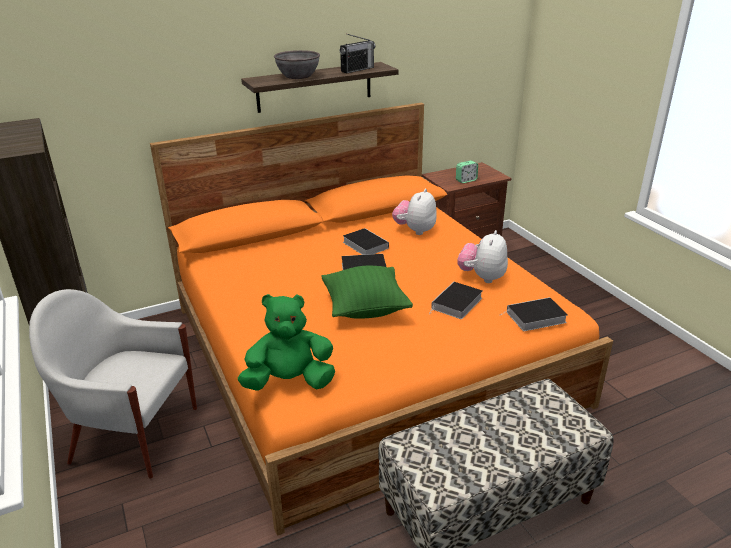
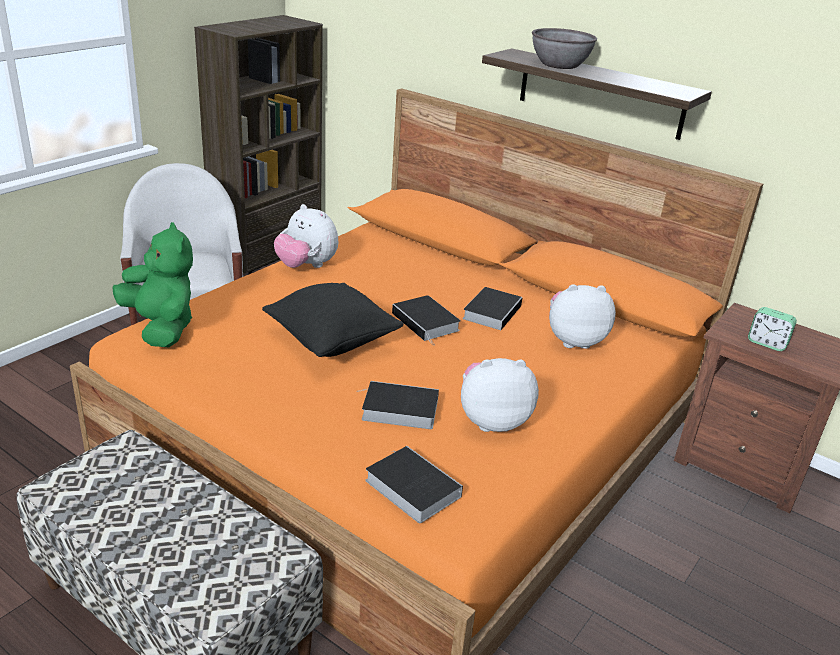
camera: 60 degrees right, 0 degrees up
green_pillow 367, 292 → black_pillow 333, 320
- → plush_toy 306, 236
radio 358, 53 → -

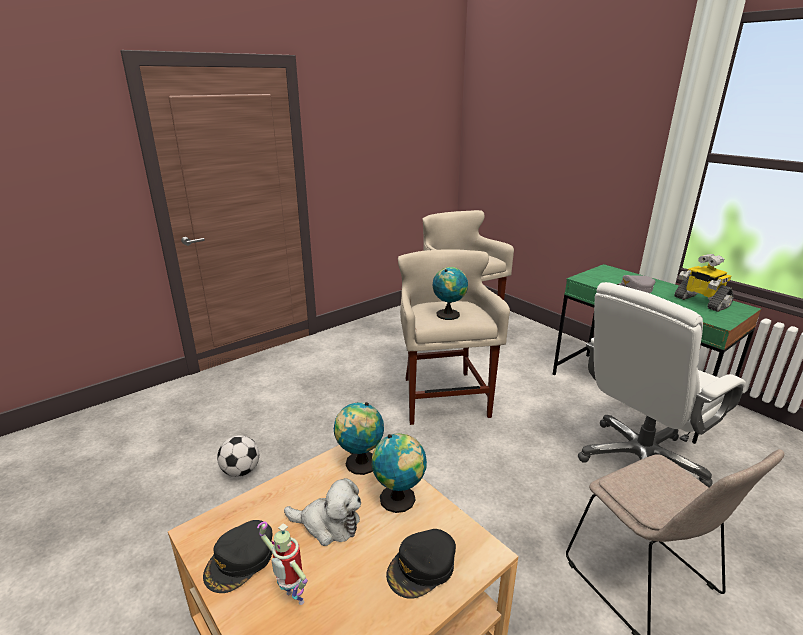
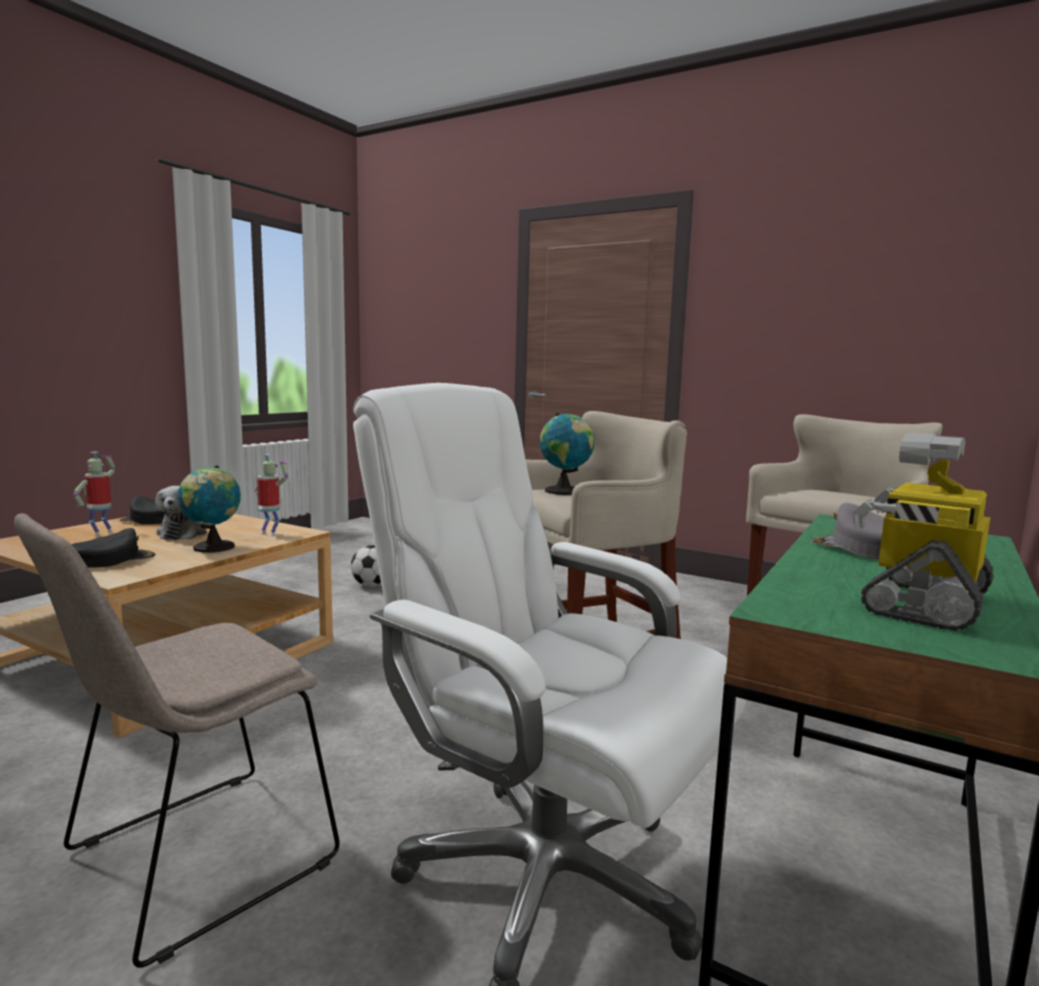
camera: 70 degrees right, 15 degrees down
black_cap 421, 564 → black_cap 113, 548, 105 degrees clockwise
globe 359, 438 → toy_robot 271, 495

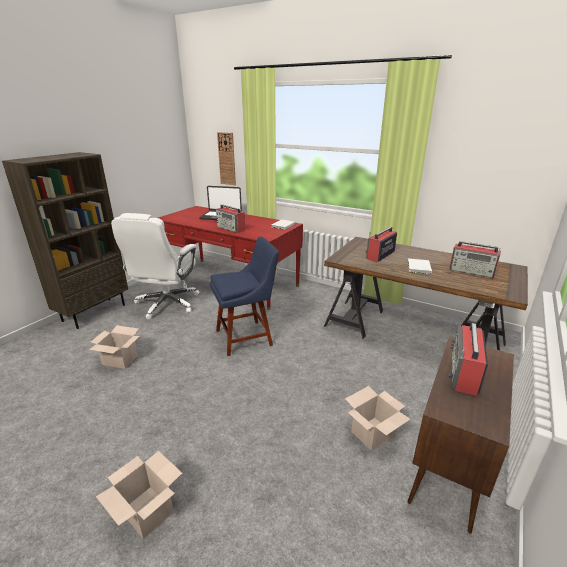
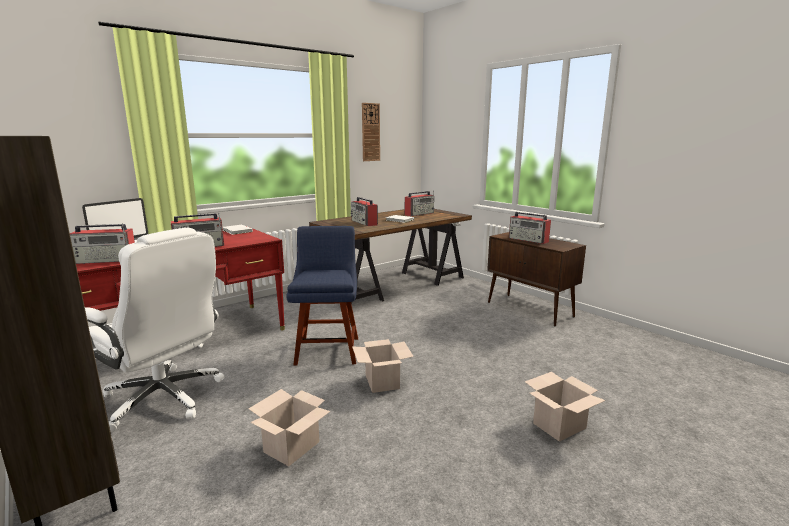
camera: 70 degrees left, 10 degrees down
- → radio 102, 243
cardboard_box 377, 418 → cardboard_box 383, 366, relocated
wall_clock 226, 158 → wall_clock 371, 132, relocated

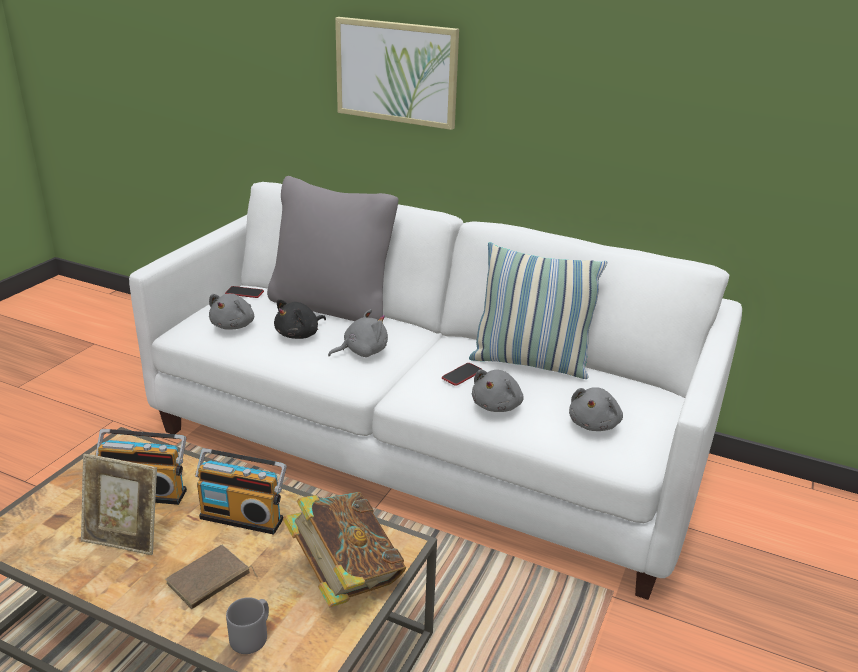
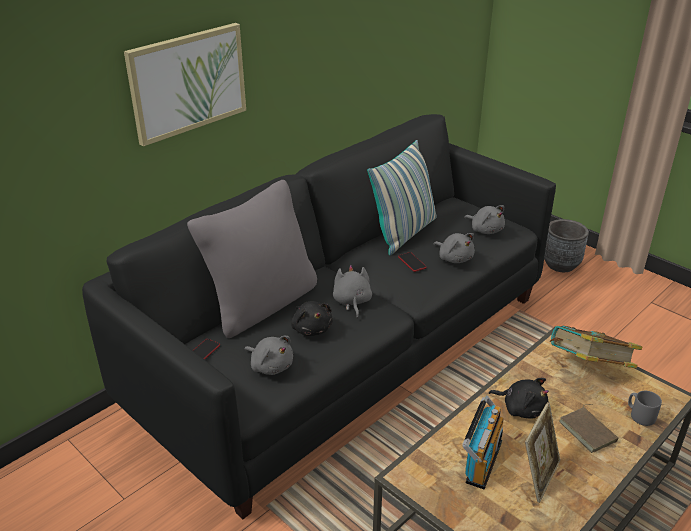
camera: 70 degrees left, 5 degrees up
white_sofa 435, 391 → black_sofa 319, 316
radio 241, 491 → black_plush_toy 519, 398
- → grey_planter 566, 245

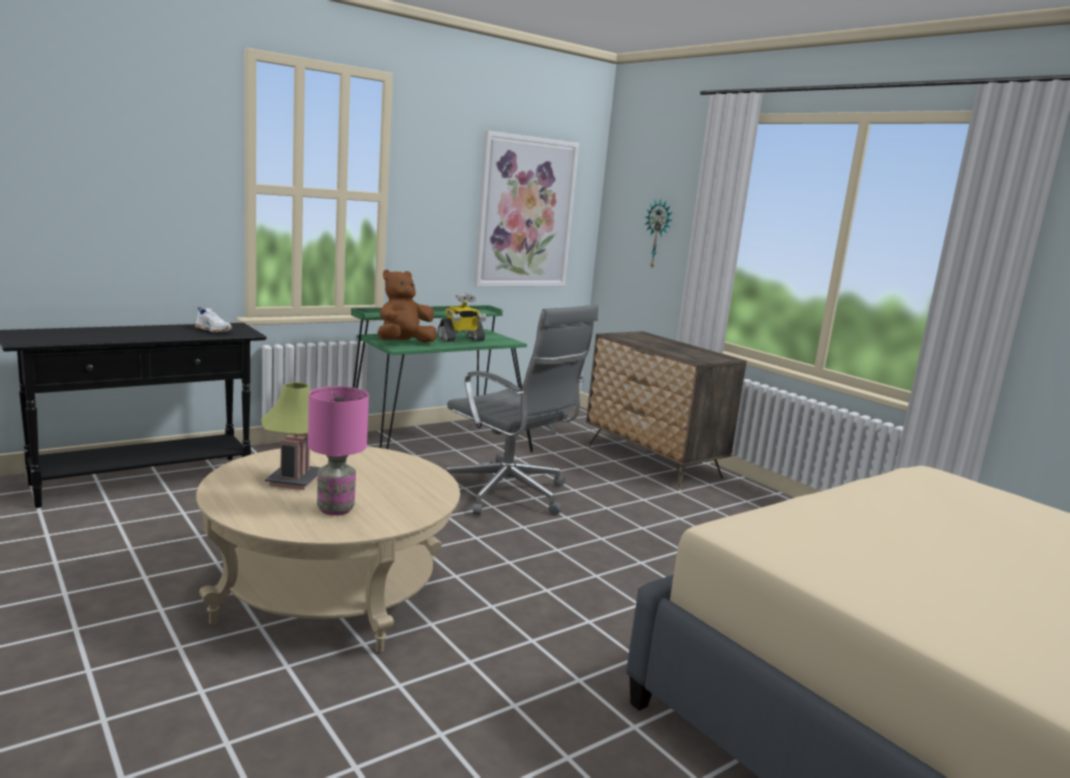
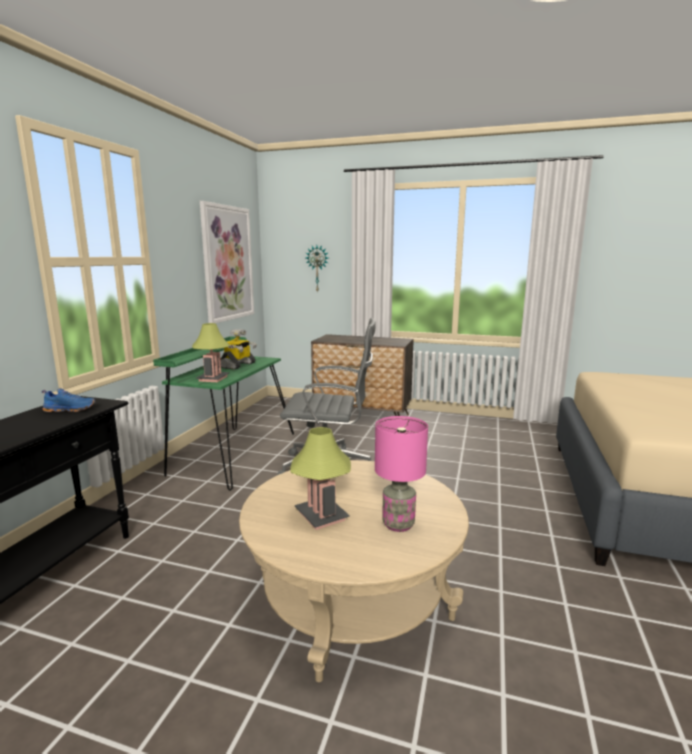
camera: 35 degrees left, 0 degrees up
white_shoe 213, 320 → blue_shoe 68, 400
brown_plush_toy 406, 306 → table_lamp 211, 352

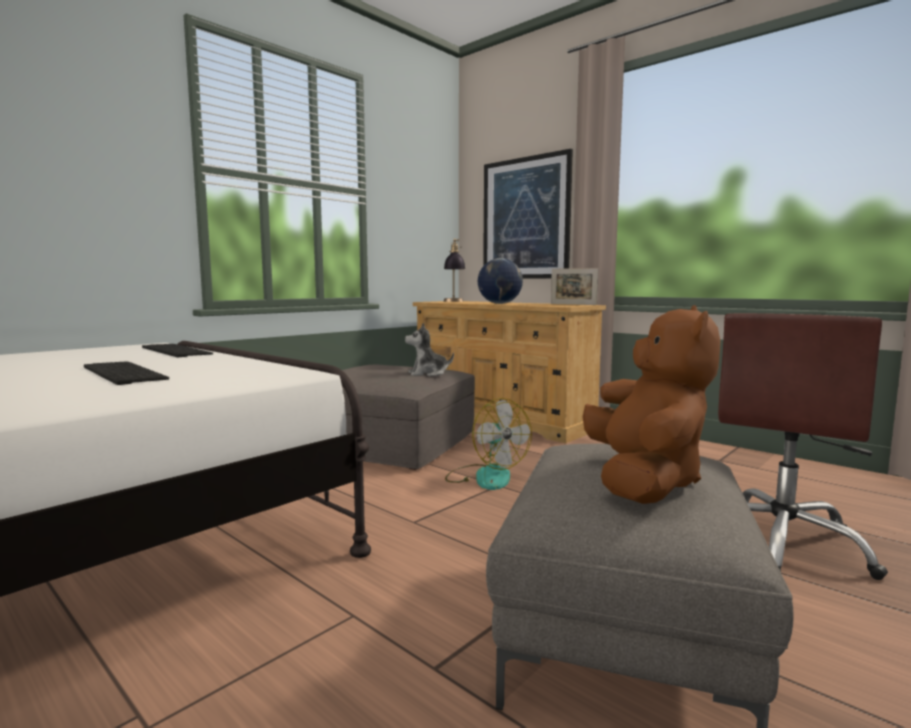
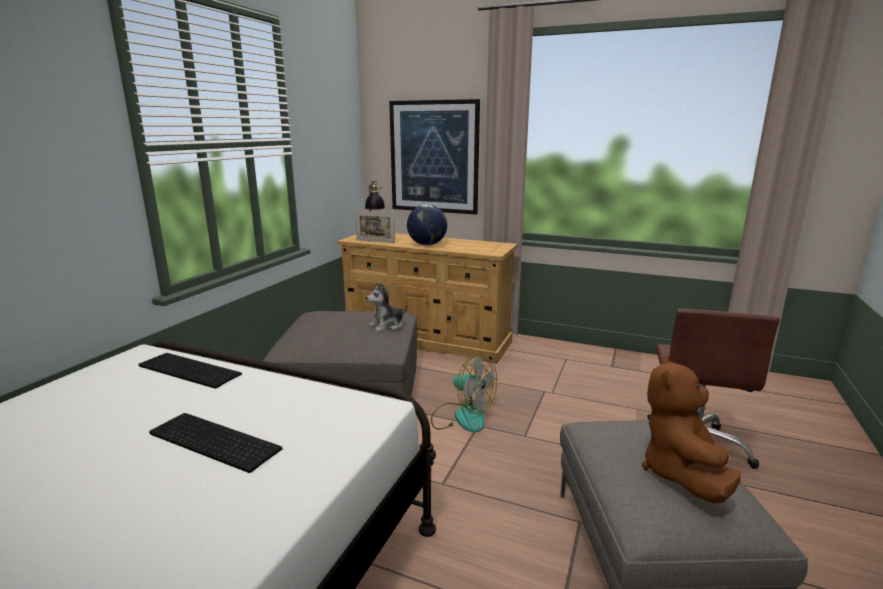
camera: 20 degrees left, 10 degrees up
picture_frame 574, 286 → picture_frame 375, 227, relocated
brown_plush_toy 651, 404 → brown_plush_toy 691, 429, 150 degrees counterclockwise

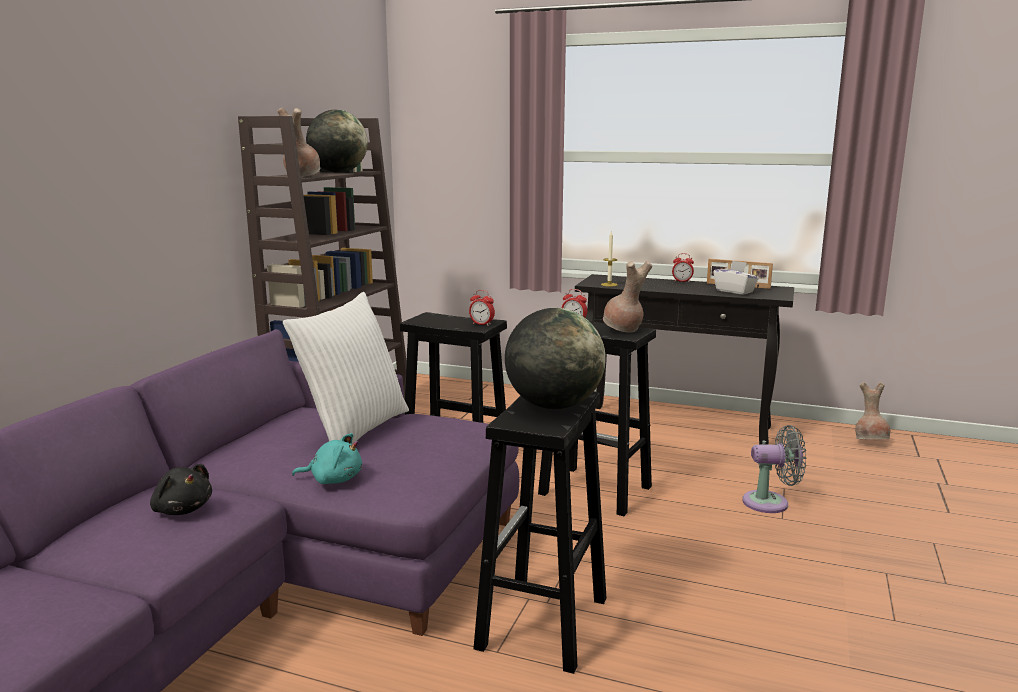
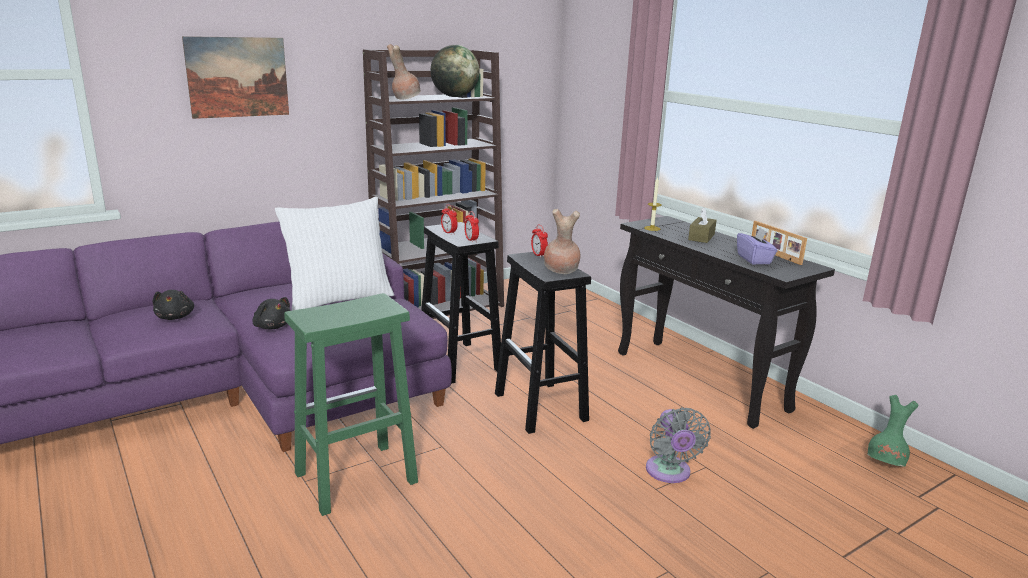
camera: 35 degrees right, 5 degrees up
- → picture 235, 77
turquoise_plush_toy 327, 458 → black_plush_toy 271, 313
black_stool 539, 532 → green_stool 351, 404
alarm_clock 683, 267 → alarm_clock 449, 219, relocated
grey_fan 774, 469 → grey_fan 678, 445, 45 degrees clockwise
- → brown_tissue_box 702, 225
white_tissue_box 736, 278 → purple_tissue_box 757, 245
brown_vase 872, 410 → green_vase 893, 431
globe 555, 358 → -

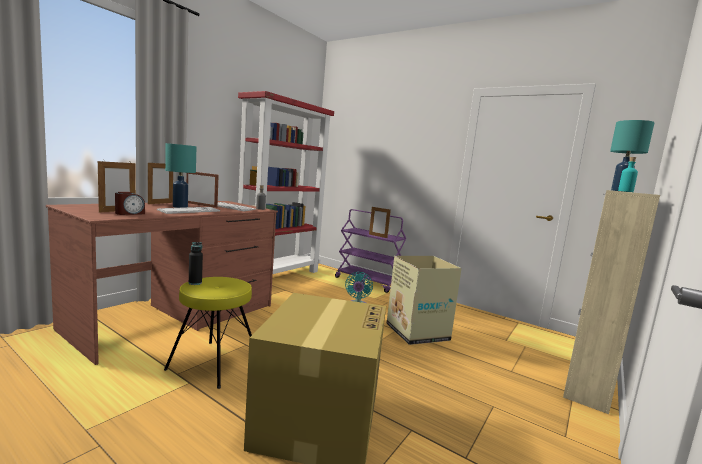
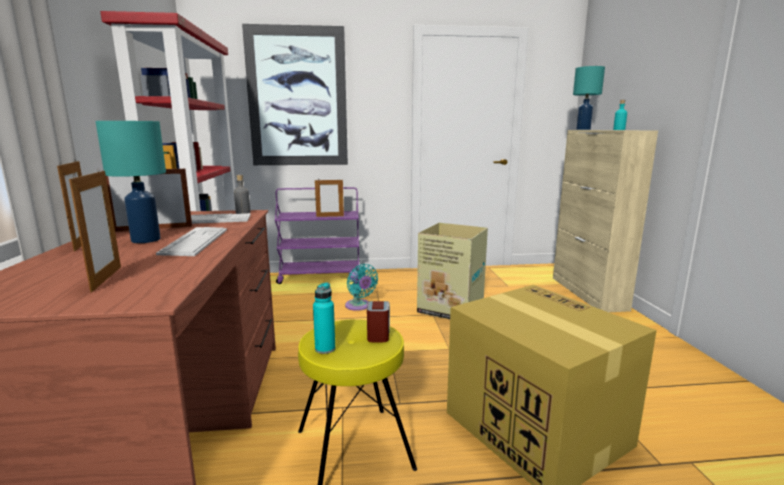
camera: 40 degrees left, 5 degrees up
- → picture 295, 94
black_bottle 196, 263 → turquoise_bottle 324, 318
alarm_clock 130, 203 → alarm_clock 378, 321, relocated

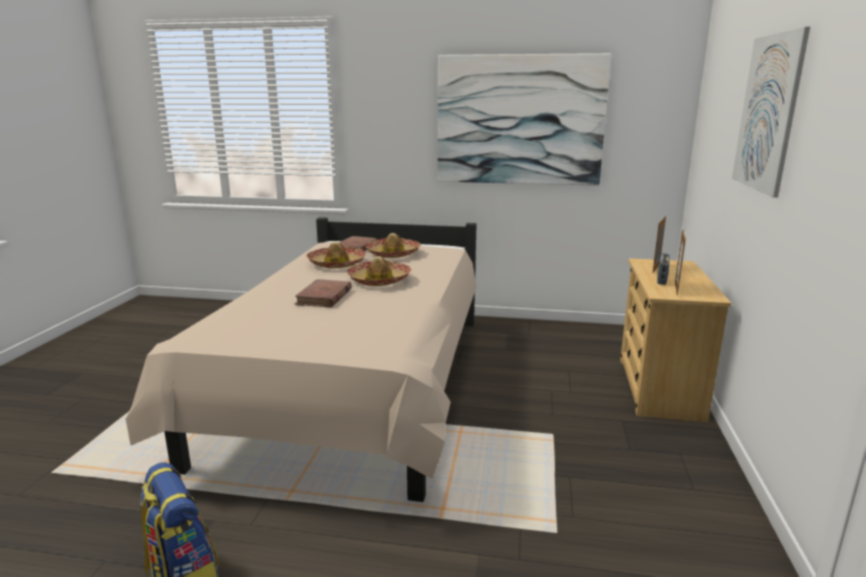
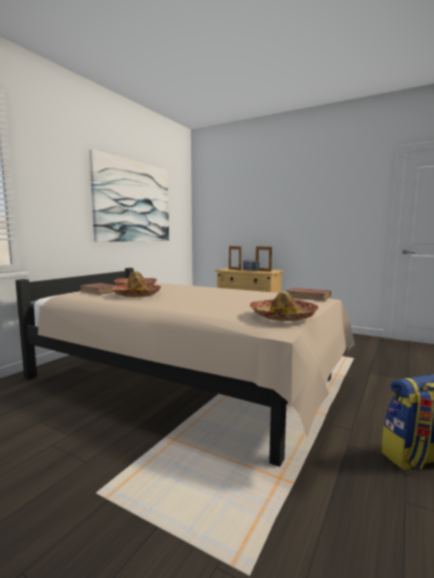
camera: 70 degrees left, 10 degrees down
hat 379, 271 → hat 284, 306, relocated
brown_book 323, 293 → brown_book 308, 294, relocated
picture 771, 112 → -

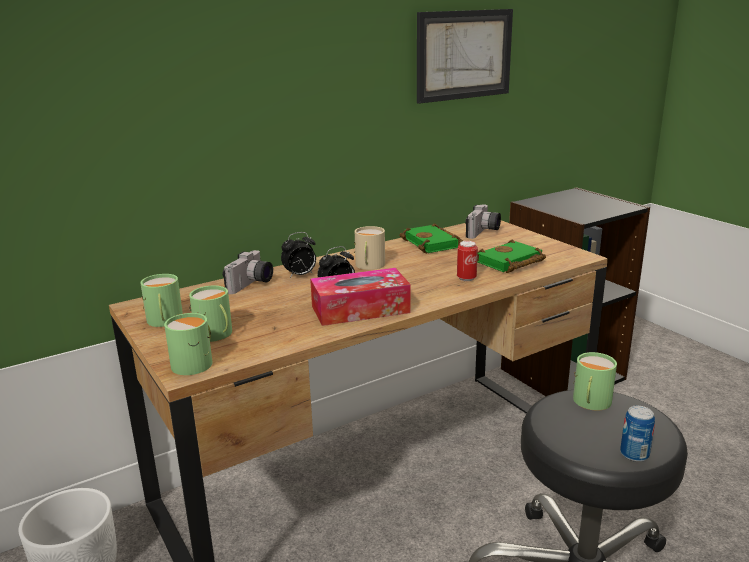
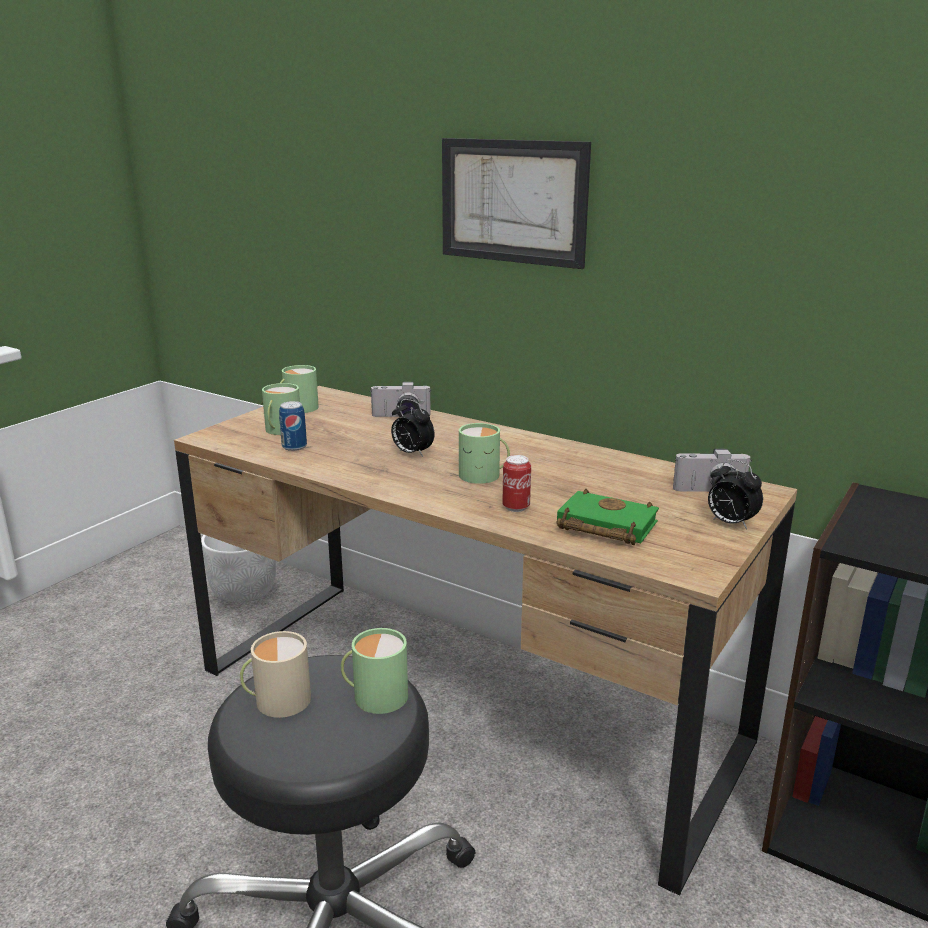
camera: 65 degrees right, 0 degrees up
beige_mug 369, 248 → beige_mug 275, 674, relocated
can 637, 434 → can 293, 426, relocated
picture 465, 56 → picture 516, 203, relocated
green_mug 188, 344 → green_mug 484, 453, relocated
alarm_clock 298, 255 → alarm_clock 735, 494, relocated
tissue_box 360, 297 → -
green_book 431, 238 → -

